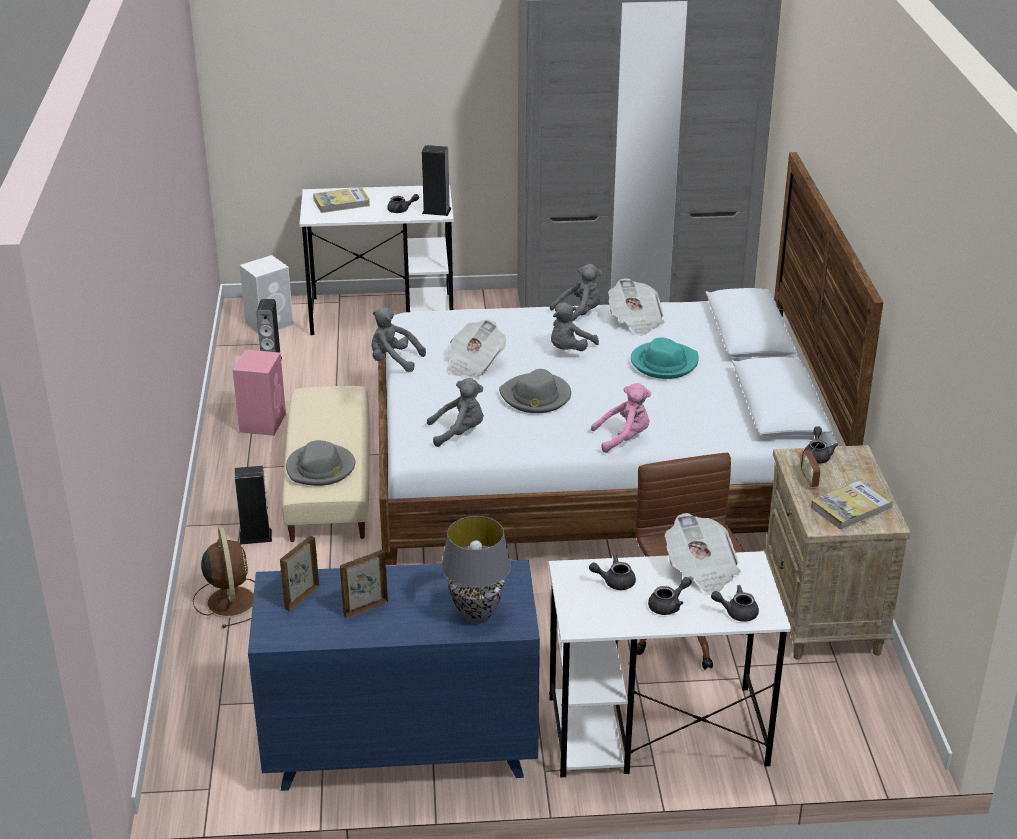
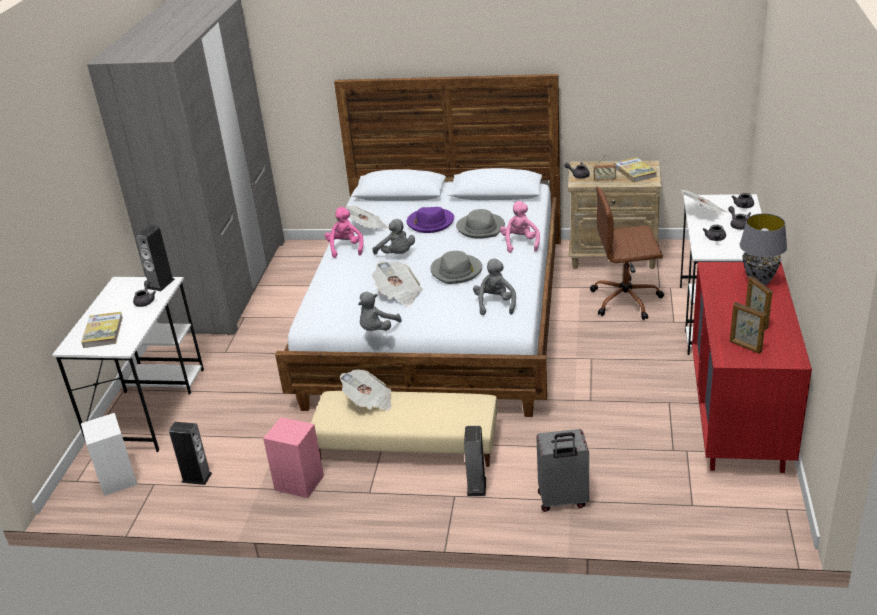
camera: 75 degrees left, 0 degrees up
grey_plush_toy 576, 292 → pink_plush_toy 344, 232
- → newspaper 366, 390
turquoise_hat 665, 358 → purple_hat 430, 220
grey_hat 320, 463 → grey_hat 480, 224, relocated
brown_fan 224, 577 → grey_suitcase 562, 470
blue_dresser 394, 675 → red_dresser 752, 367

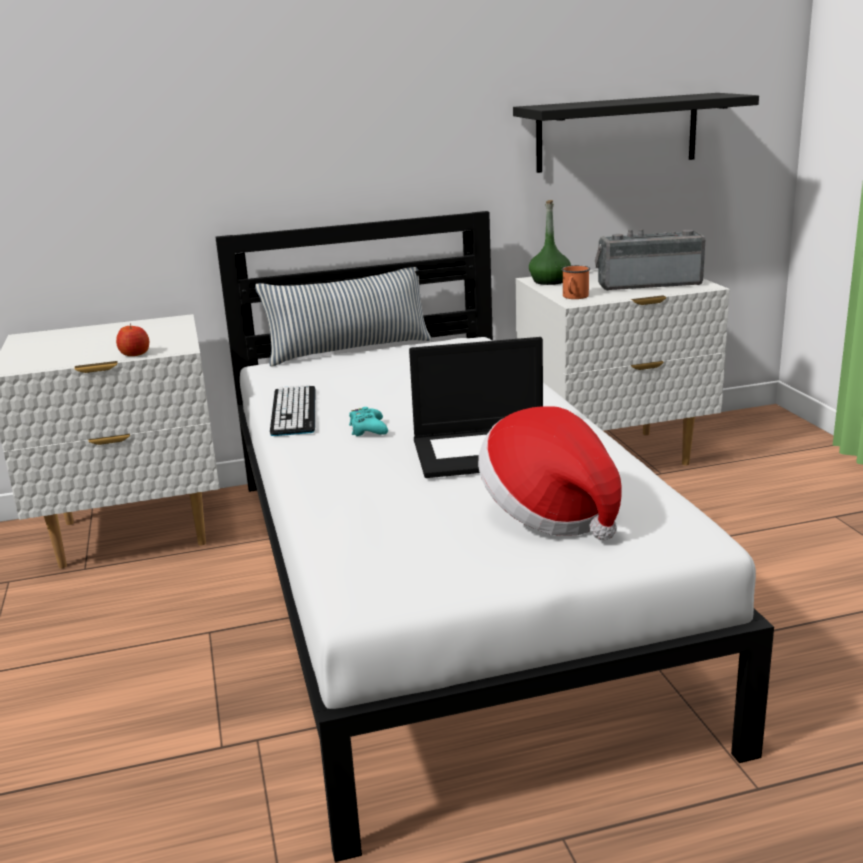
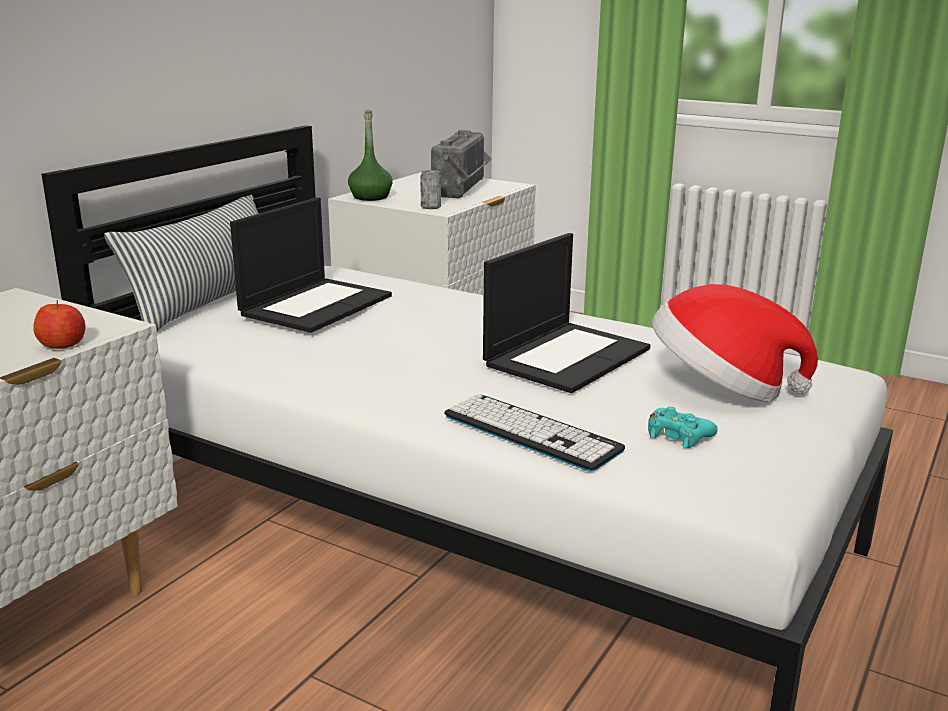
camera: 45 degrees left, 0 degrees up
- → laptop 311, 265
orange_mug 576, 282 → can 430, 189
radio 650, 260 → radio 461, 164, 150 degrees clockwise
keyboard 292, 410 → keyboard 534, 433, relocated
turquoise_game_controller 368, 421 → turquoise_game_controller 683, 427, relocated
black_shelf 636, 133 → -

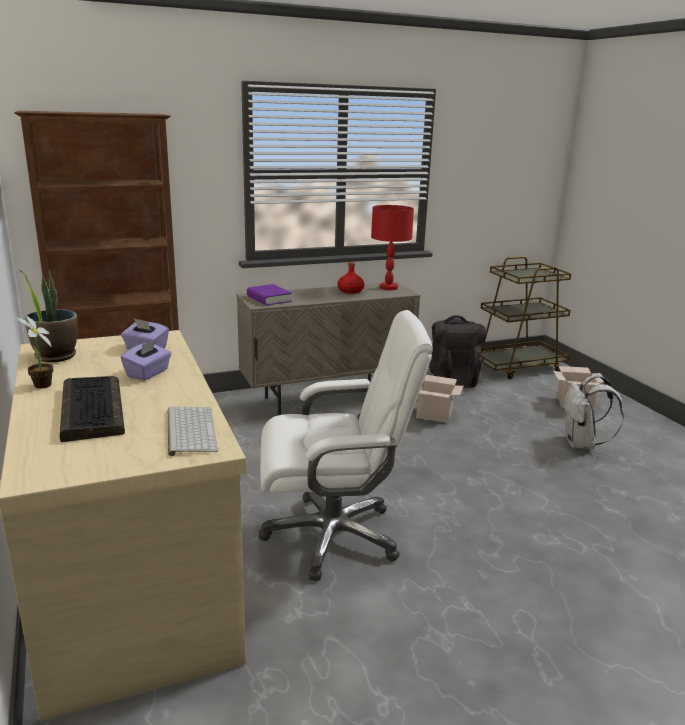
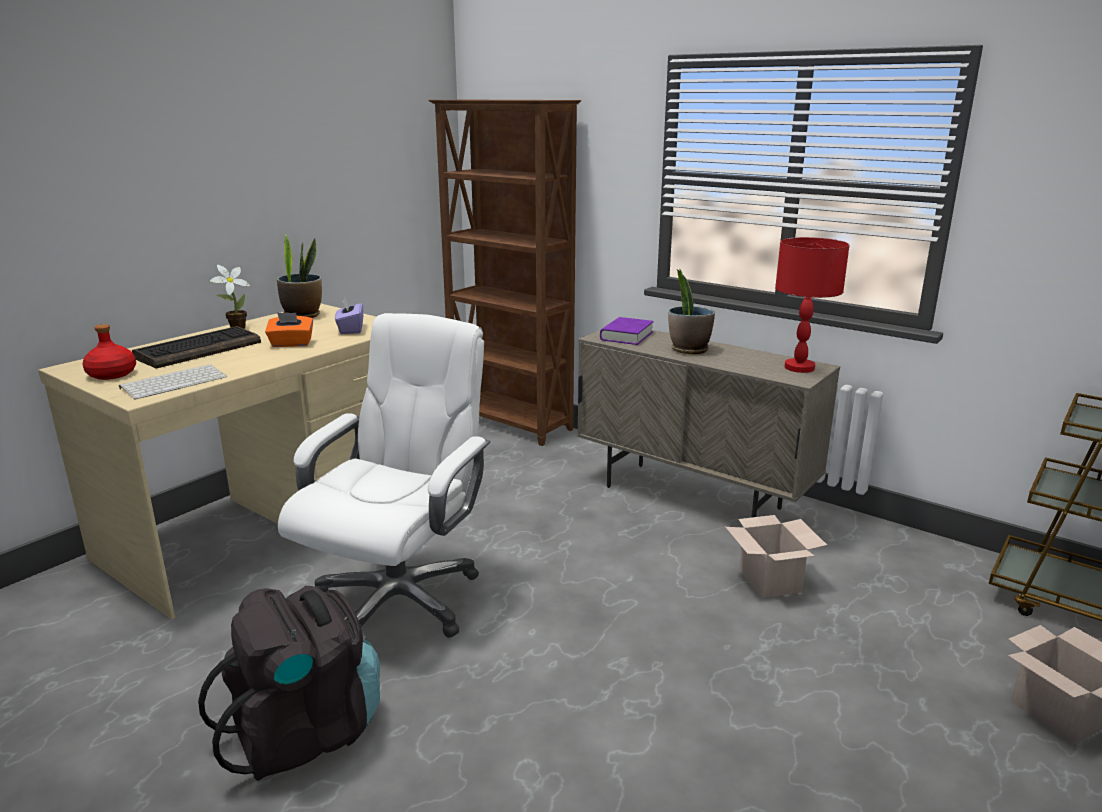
camera: 60 degrees right, 0 degrees up
red_bottle 351, 278 → red_bottle 109, 352, relocated
black_backpack 457, 351 → black_backpack 289, 683, relocated
purple_tissue_box 146, 360 → orange_tissue_box 289, 330
white_office_chair 346, 445 → white_office_chair 384, 475, 120 degrees counterclockwise
- → potted_plant 691, 311
white_backpack 594, 412 → -

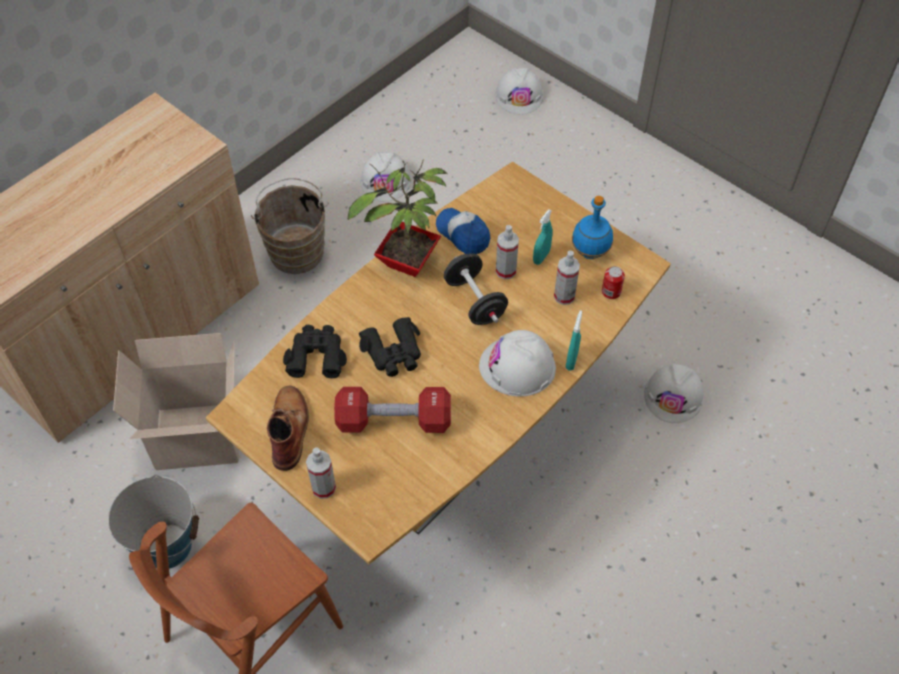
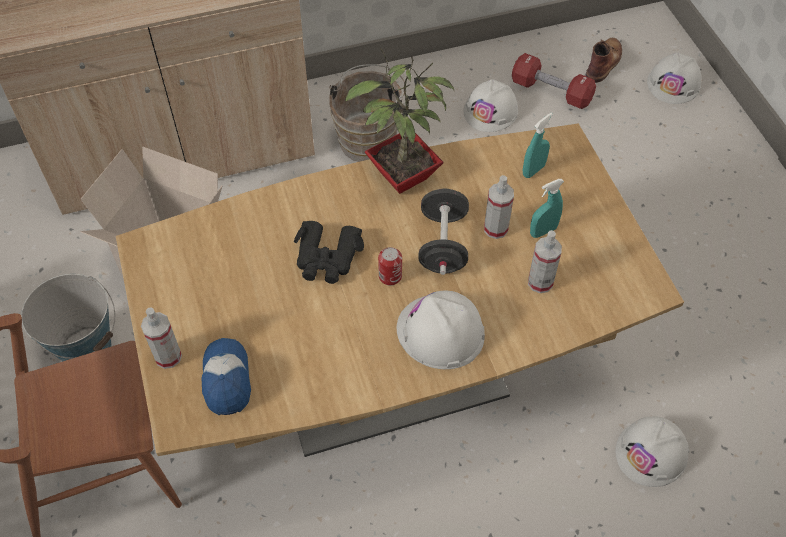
camera: 30 degrees right, 0 degrees up
cap 463, 231 → cap 226, 376, relocated
can 613, 282 → can 390, 266, relocated
red_dumbbell 392, 410 → red_dumbbell 554, 81, relocated
turquoise_spray_bottle 573, 340 → turquoise_spray_bottle 538, 145, relocated
brown_boot 288, 428 → brown_boot 603, 60, relocated
black_binoculars 315, 351 → -
blue_bottle 592, 227 → -

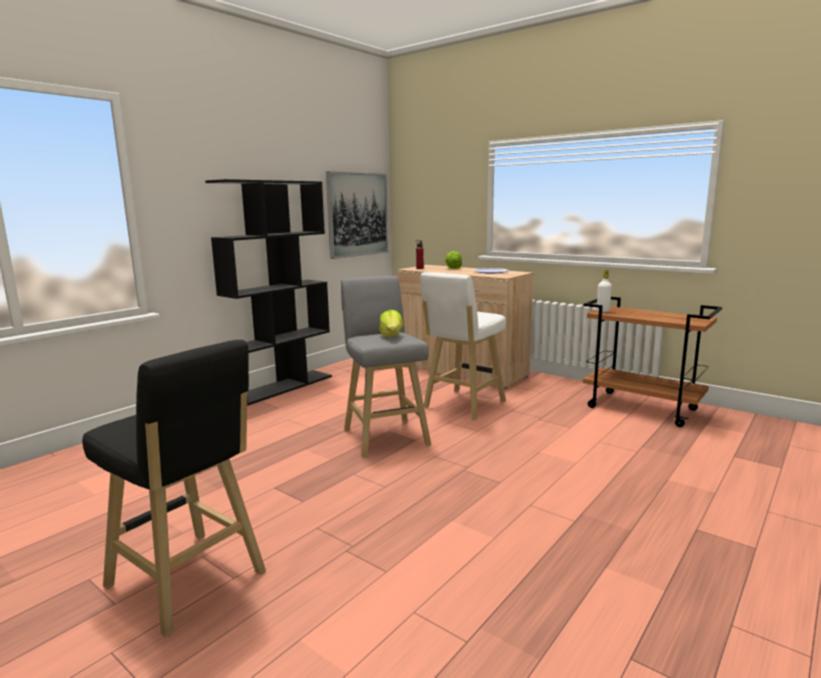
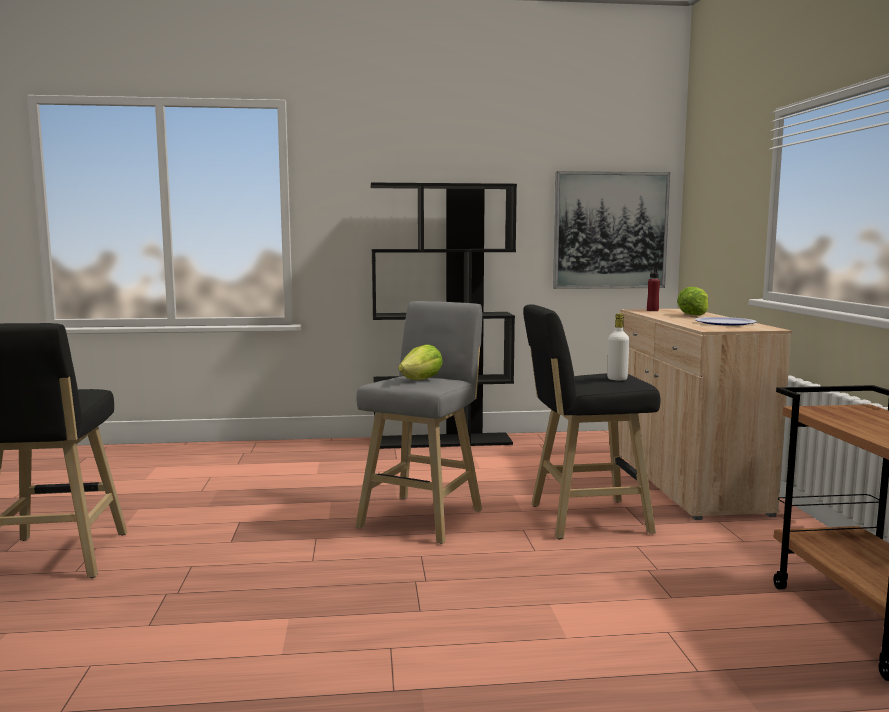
camera: 45 degrees right, 5 degrees down
white_stool 463, 346 → black_stool 591, 421
white_bottle 604, 291 → white_bottle 618, 347, relocated

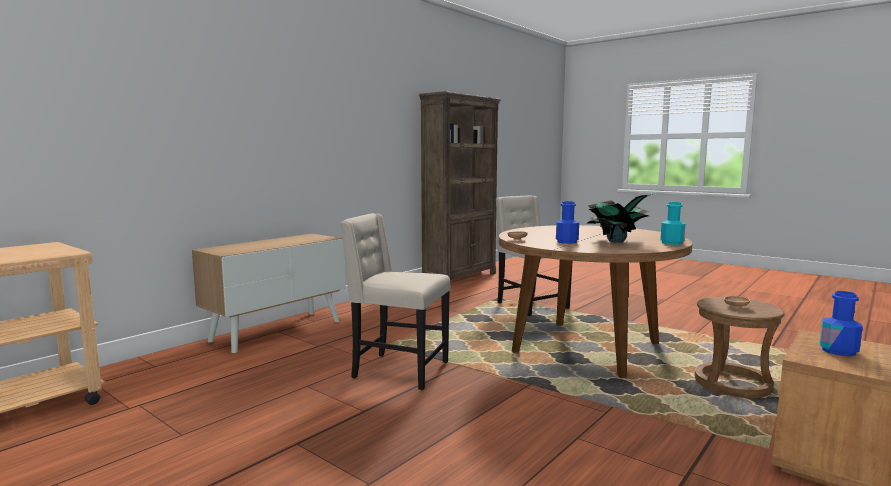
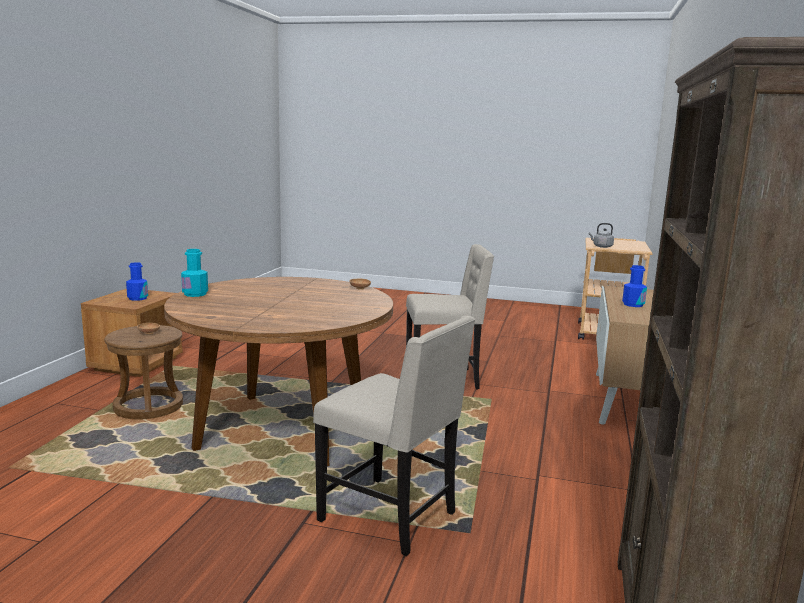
camera: 155 degrees right, 5 degrees up
- → grey_kettle 601, 235
blue_bottle 567, 222 → blue_bottle 634, 286, relocated
potted_plant 618, 219 → -

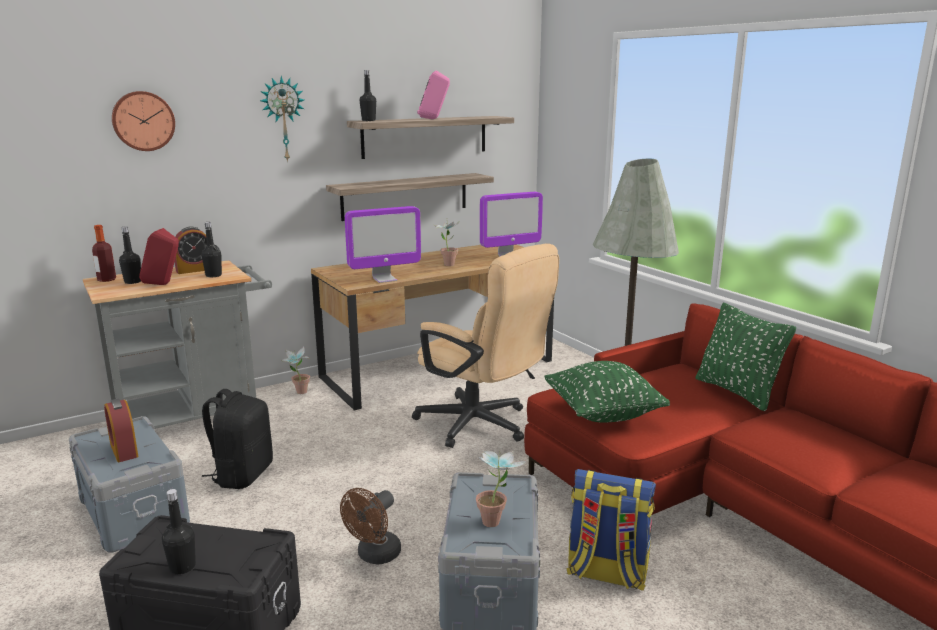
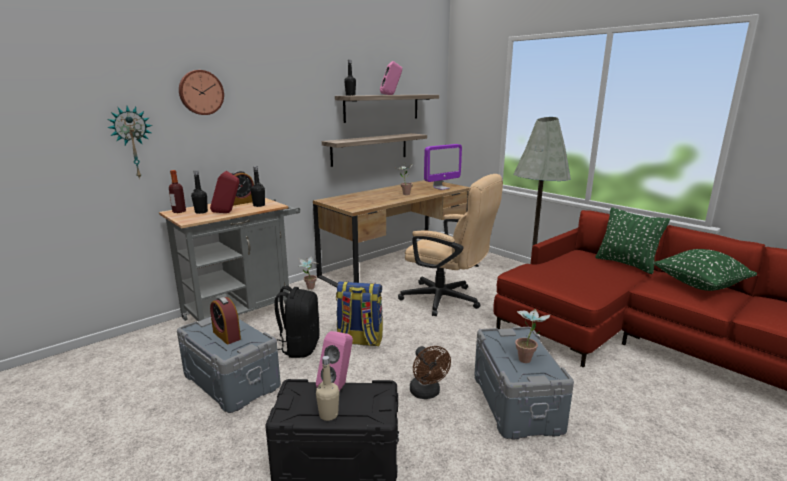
camera: 10 degrees left, 0 degrees up
wall_clock 282, 119 → wall_clock 130, 142, relocated
- → pink_speaker 334, 361
black_bottle 179, 531 → beige_bottle 327, 388
backpack 611, 530 → backpack 359, 314, relocated
brown_fan 370, 526 → brown_fan 430, 372, 45 degrees counterclockwise
green_pillow 607, 392 → green_pillow 705, 270, relocated
monitor 383, 244 → -

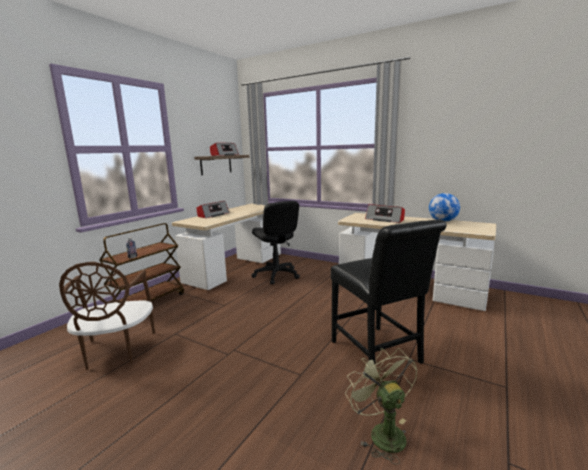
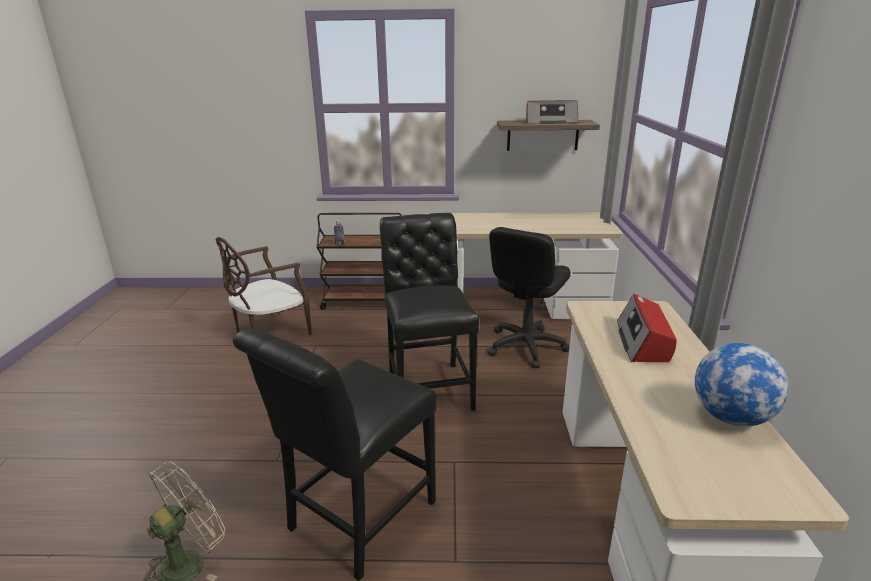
camera: 60 degrees right, 10 degrees up
- → black_chair 429, 312
radio 213, 209 → -

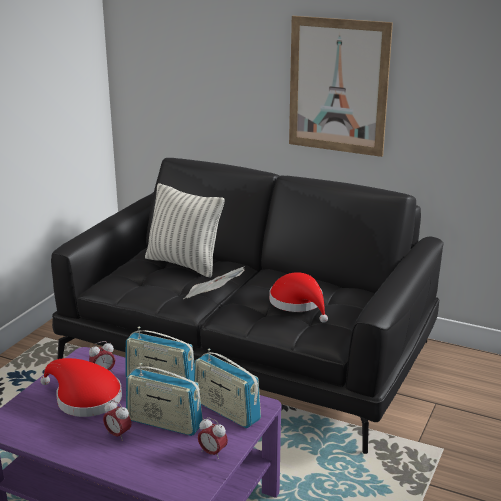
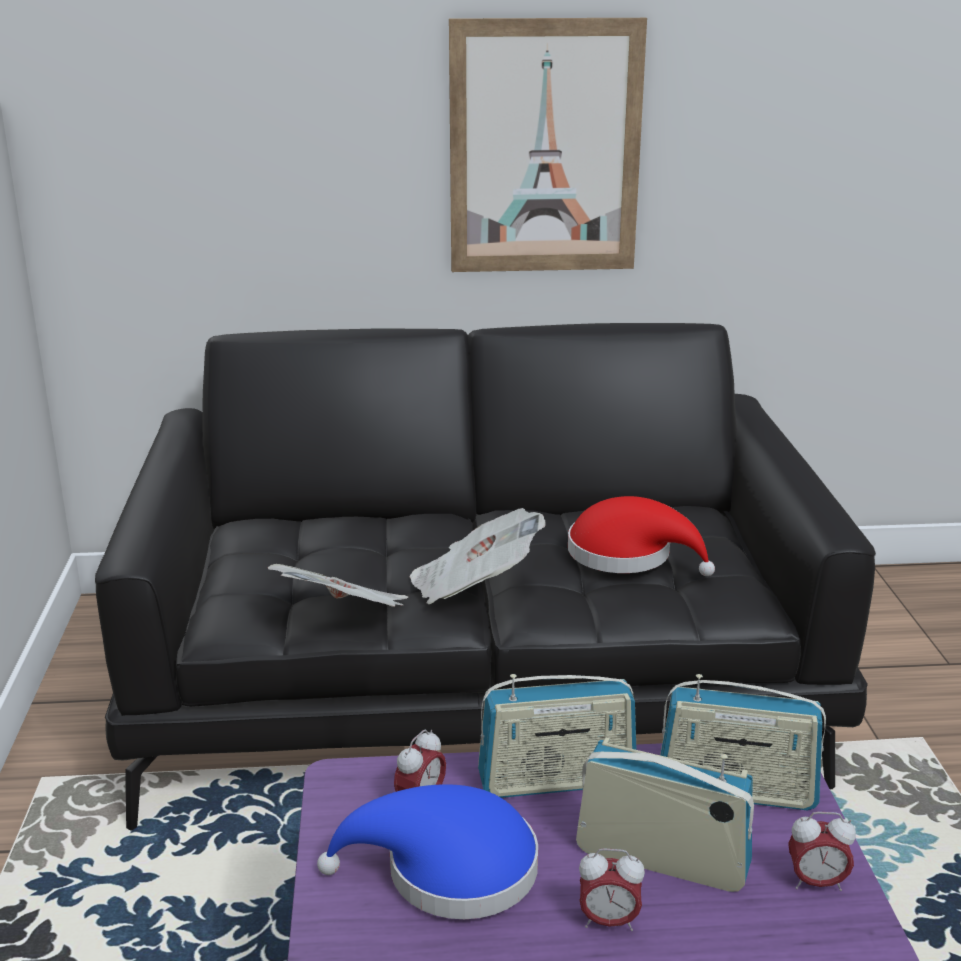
camera: 30 degrees left, 0 degrees up
- → newspaper 338, 585
red_hat 81, 387 → blue_hat 427, 851
radio 164, 399 → radio 665, 814, 150 degrees counterclockwise
pillow 185, 230 → -

